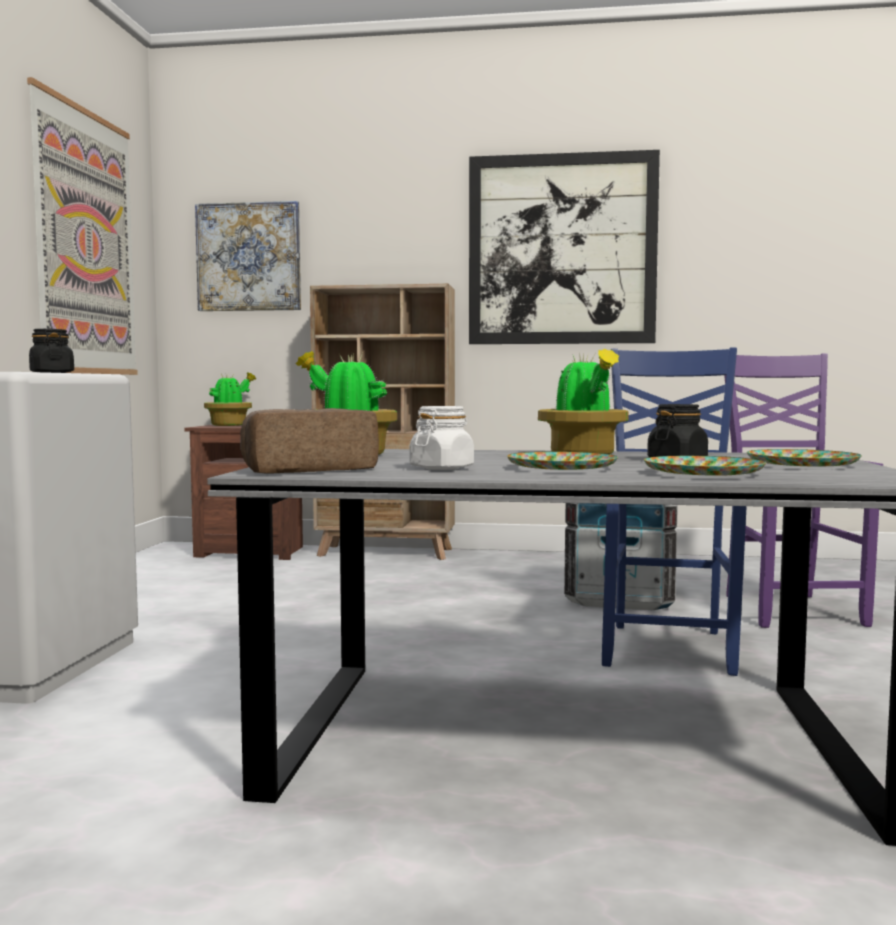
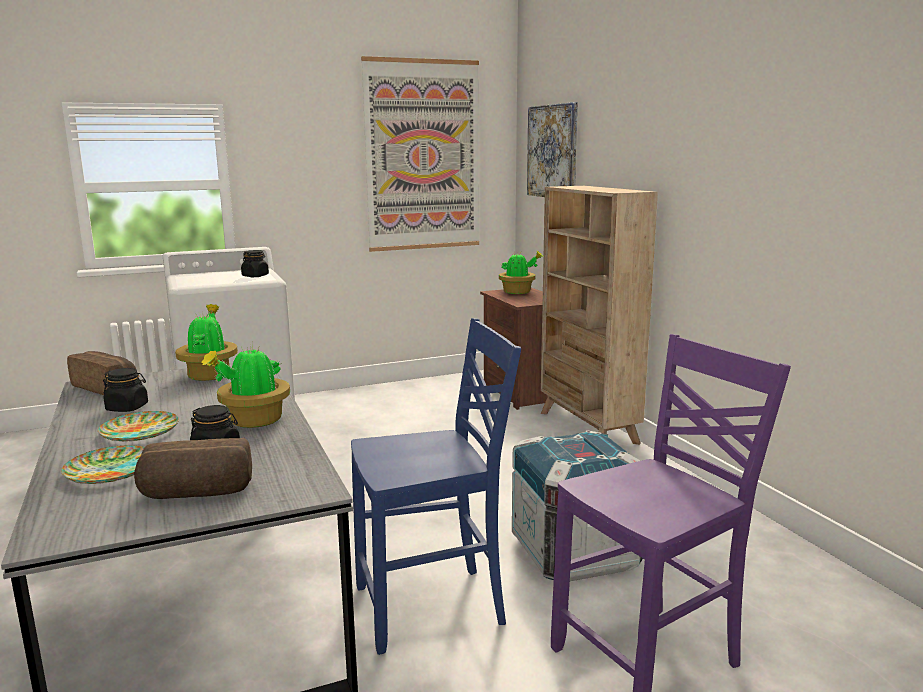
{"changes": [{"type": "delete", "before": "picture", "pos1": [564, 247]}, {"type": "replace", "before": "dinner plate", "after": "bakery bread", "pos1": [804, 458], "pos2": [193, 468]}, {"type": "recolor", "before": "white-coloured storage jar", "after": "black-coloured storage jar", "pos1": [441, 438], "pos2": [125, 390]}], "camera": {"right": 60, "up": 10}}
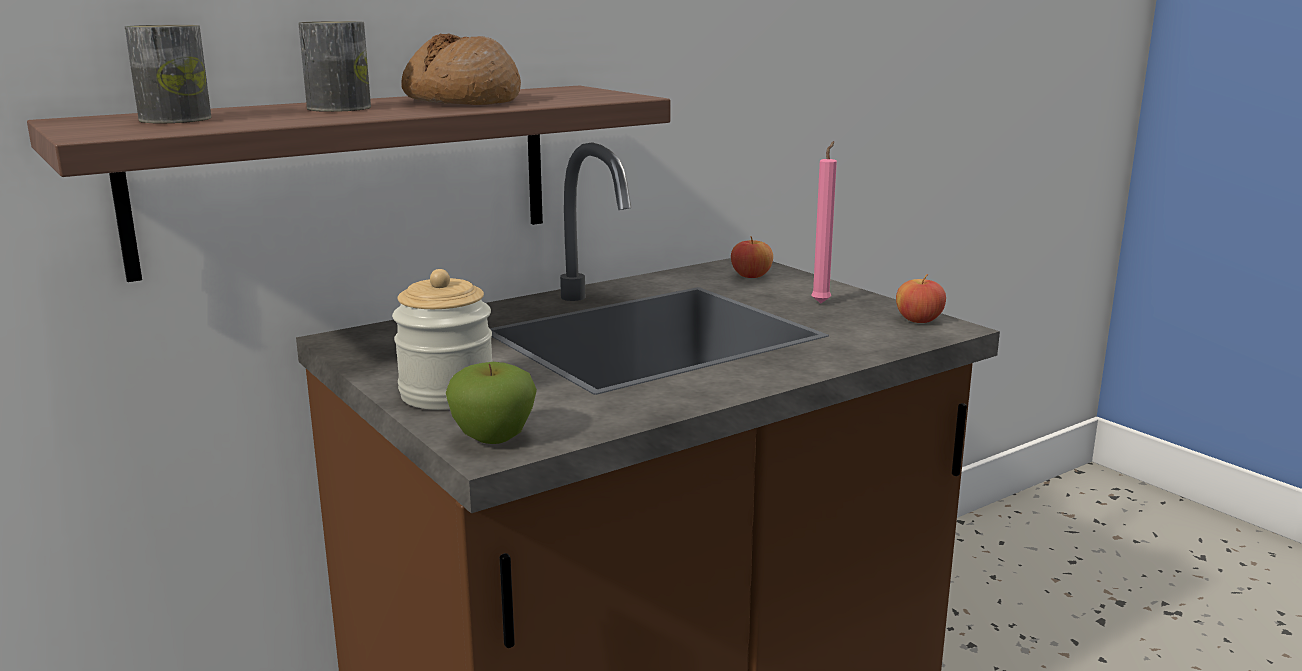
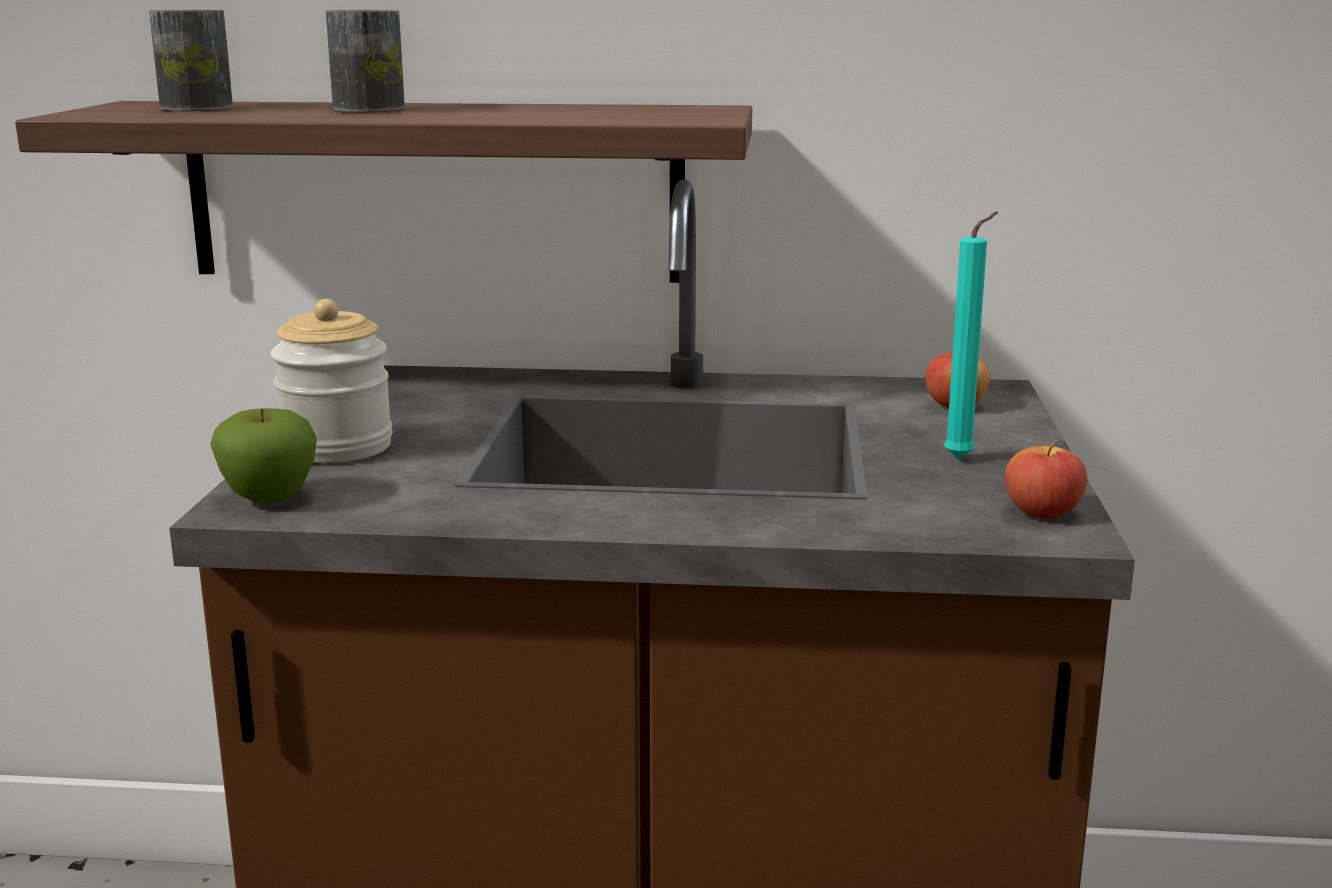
{"changes": [{"type": "delete", "before": "bakery bread", "pos1": [461, 69]}, {"type": "recolor", "before": "pink-coloured wax candle", "after": "turquoise wax candle", "pos1": [824, 222], "pos2": [971, 335]}], "camera": {"right": 40, "up": 0}}
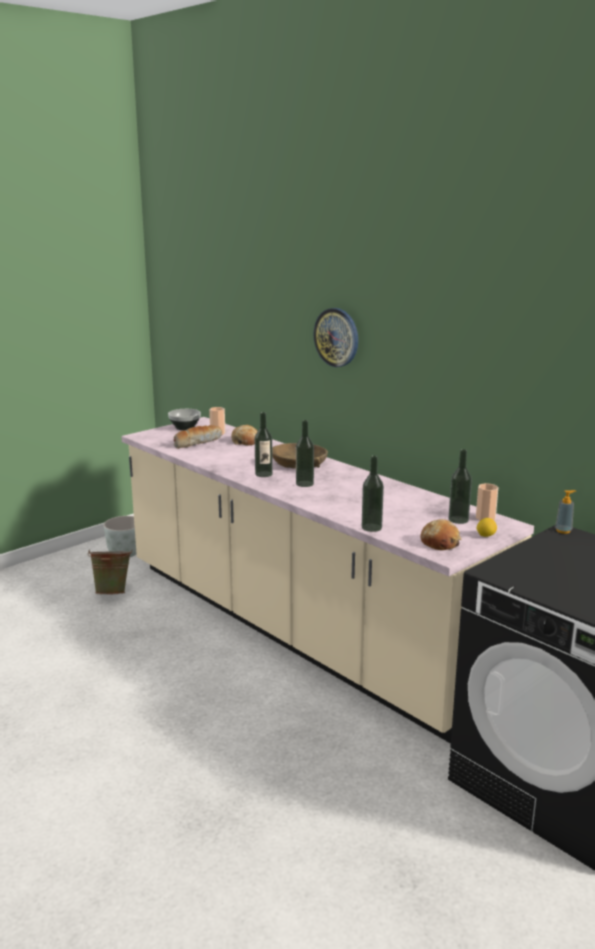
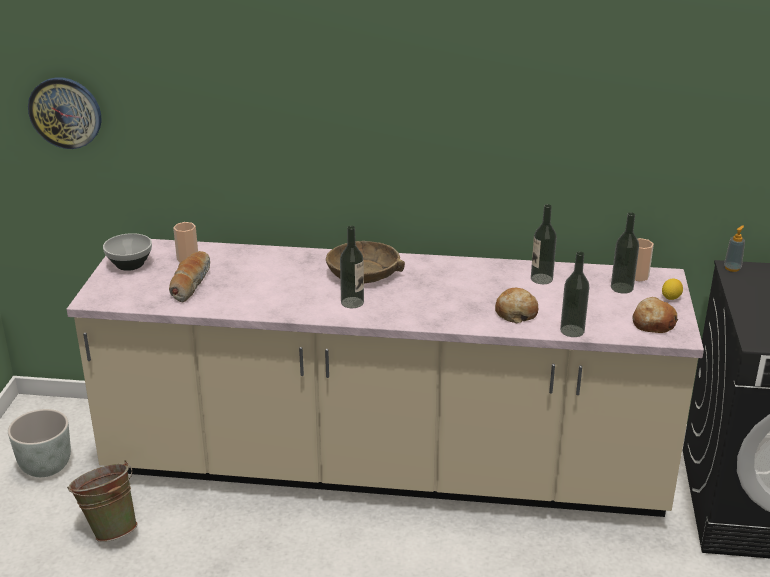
{"changes": [{"type": "move", "before": "bakery bread", "pos1": [244, 435], "pos2": [516, 305]}, {"type": "move", "before": "beverage bottle", "pos1": [305, 453], "pos2": [544, 244]}, {"type": "move", "before": "wall clock", "pos1": [336, 337], "pos2": [64, 113]}], "camera": {"right": -40, "up": 10}}
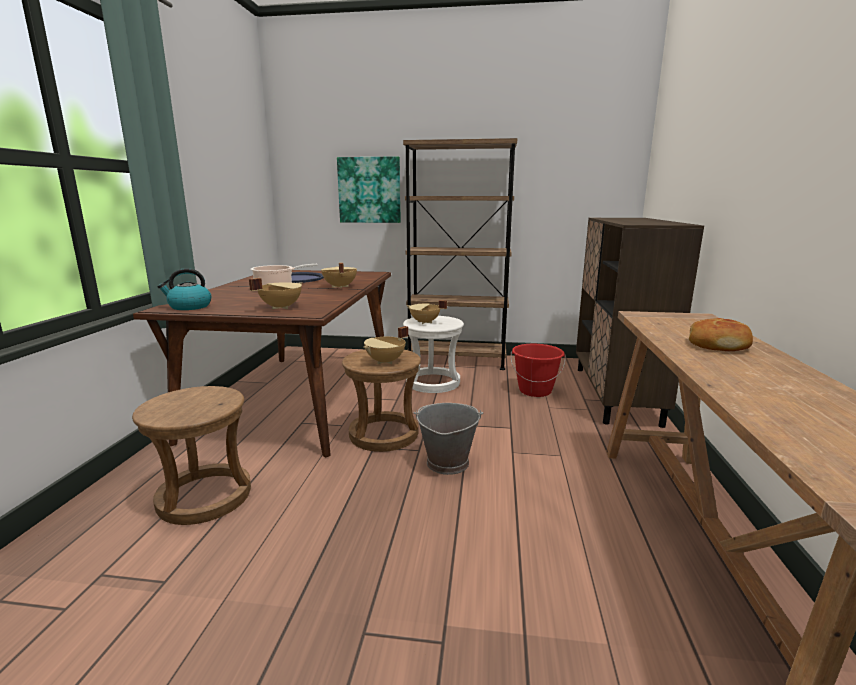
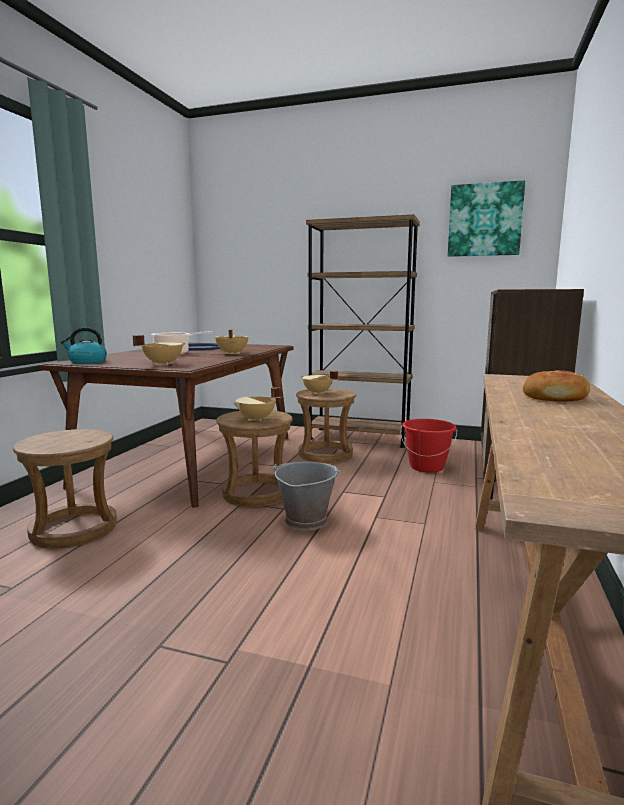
{"changes": [{"type": "move", "before": "picture", "pos1": [369, 189], "pos2": [486, 218]}, {"type": "recolor", "before": "white-coloured sitting stool", "after": "brownish sitting stool", "pos1": [433, 354], "pos2": [326, 425]}], "camera": {"right": 10, "up": -5}}
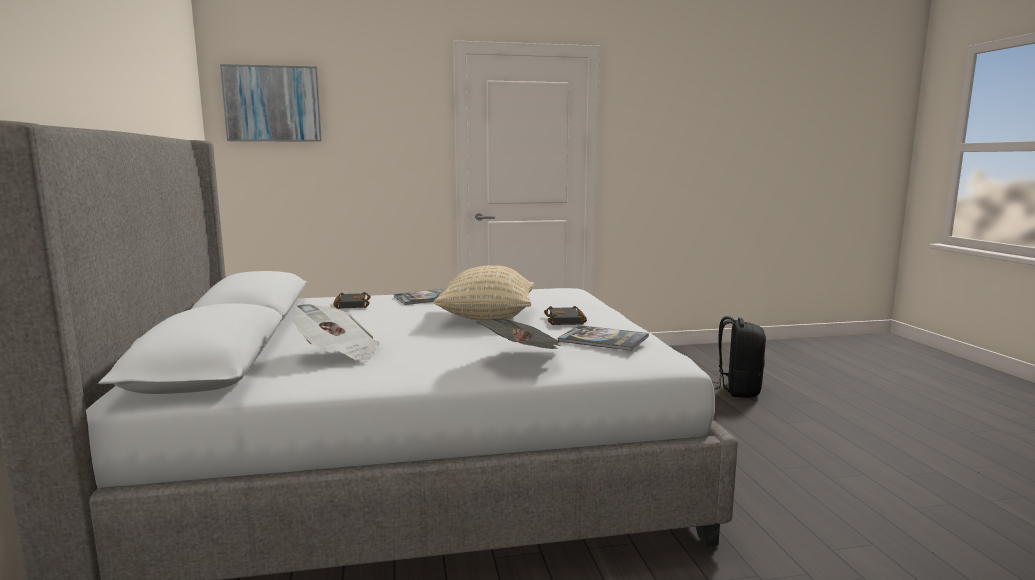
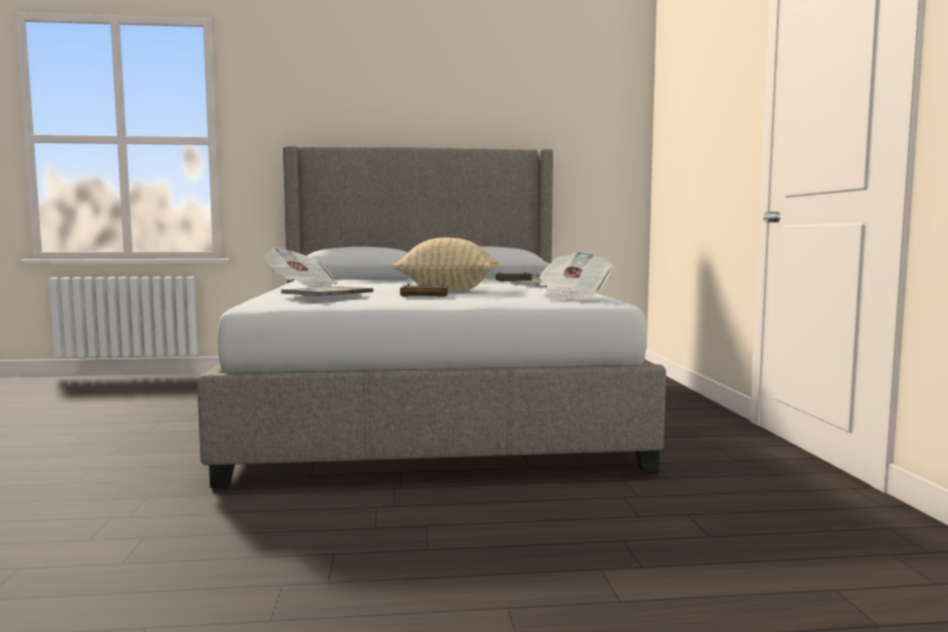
{"changes": [{"type": "delete", "before": "picture", "pos1": [271, 103]}, {"type": "delete", "before": "black-coloured knapsack", "pos1": [739, 357]}, {"type": "move", "before": "printed paper", "pos1": [334, 332], "pos2": [576, 276]}], "camera": {"right": 95, "up": -5}}
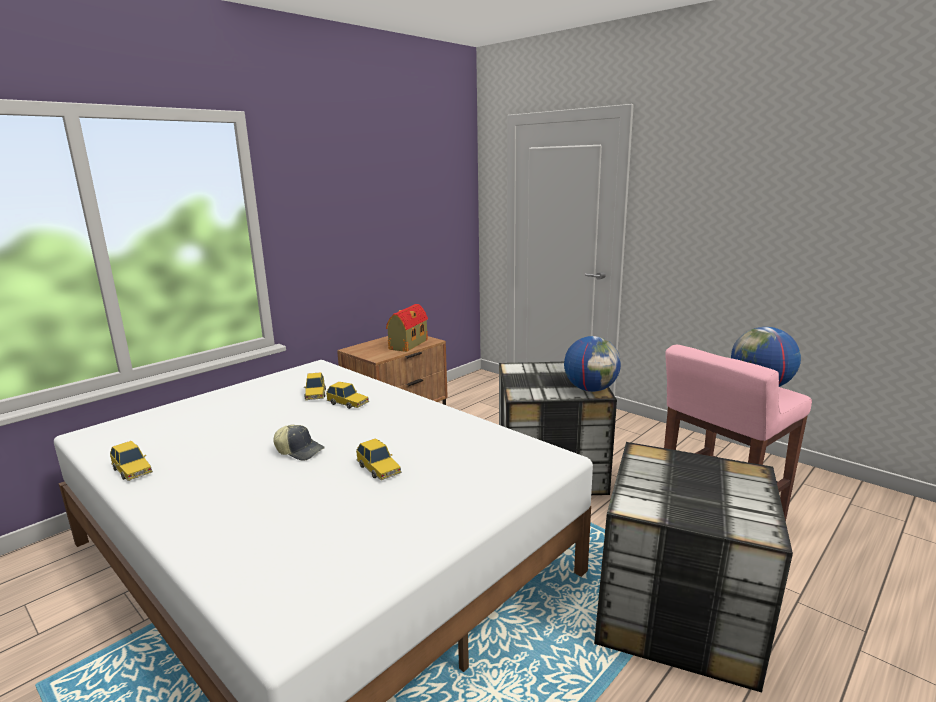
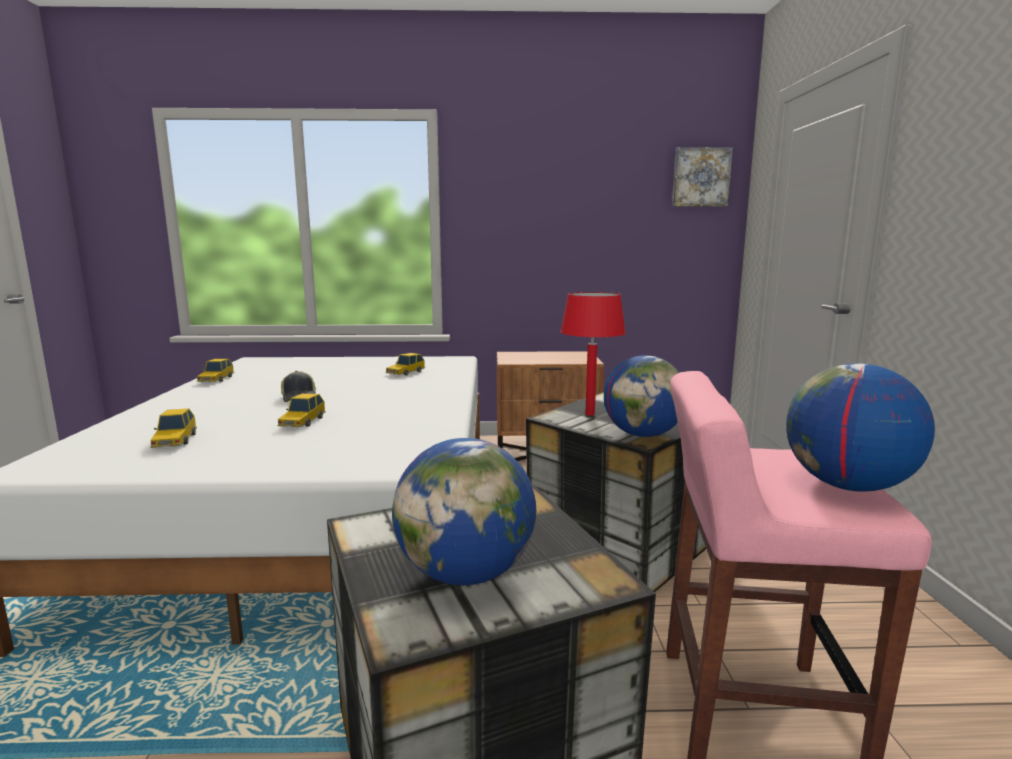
{"changes": [{"type": "delete", "before": "model house", "pos1": [407, 328]}, {"type": "insert", "after": "globe", "pos2": [464, 511]}, {"type": "insert", "after": "red tabletop lamp", "pos2": [593, 354]}, {"type": "insert", "after": "picture", "pos2": [702, 177]}, {"type": "move", "before": "miniature car", "pos1": [347, 395], "pos2": [173, 428]}], "camera": {"right": 45, "up": -5}}
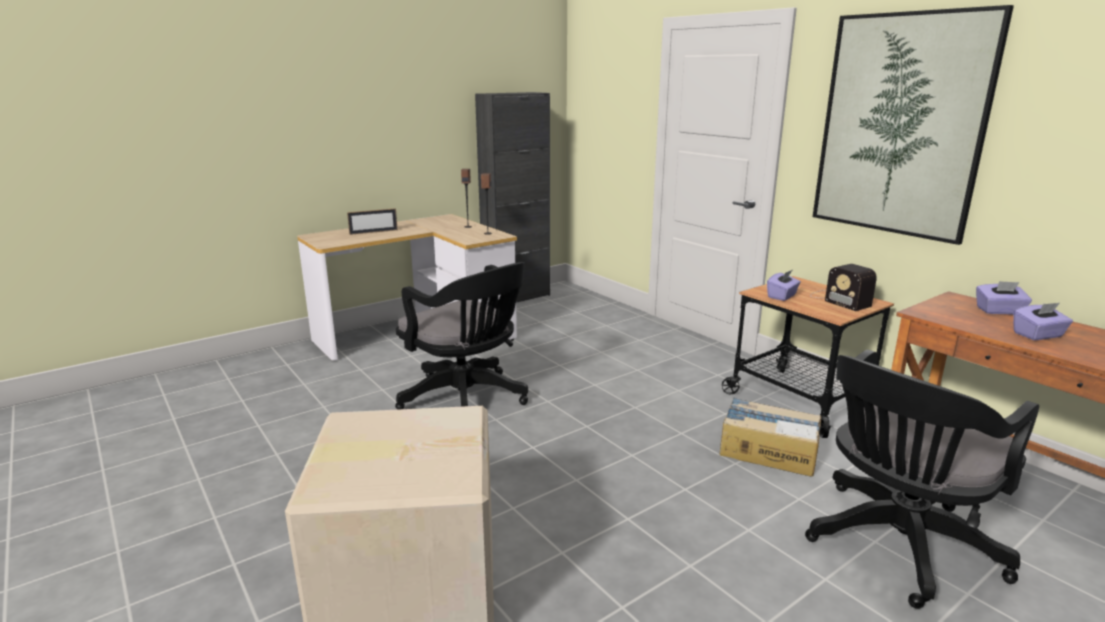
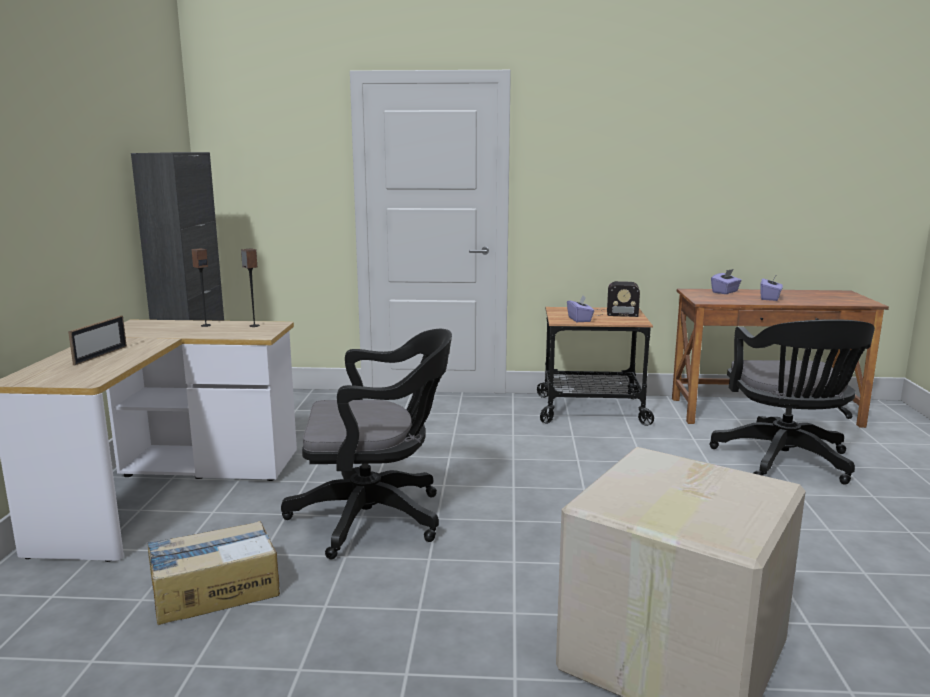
{"changes": [{"type": "delete", "before": "picture", "pos1": [913, 125]}, {"type": "move", "before": "cardboard box", "pos1": [771, 437], "pos2": [214, 573]}], "camera": {"right": -50, "up": -5}}
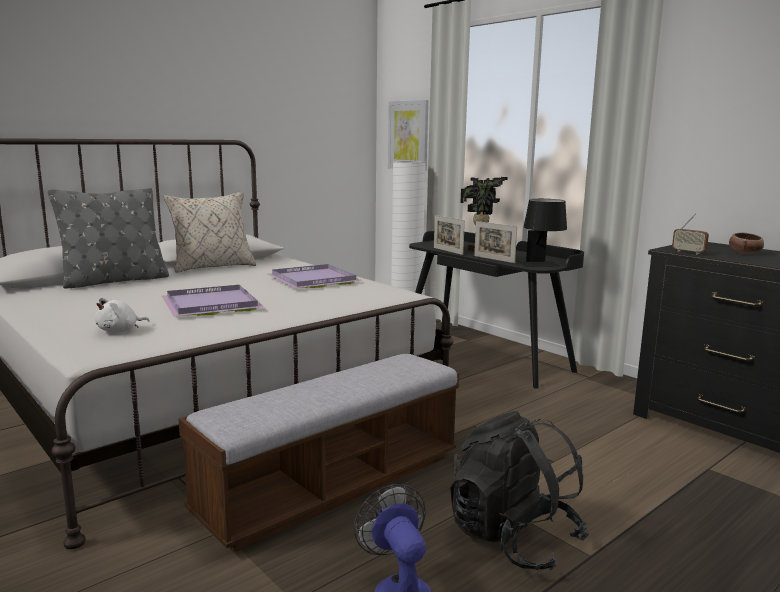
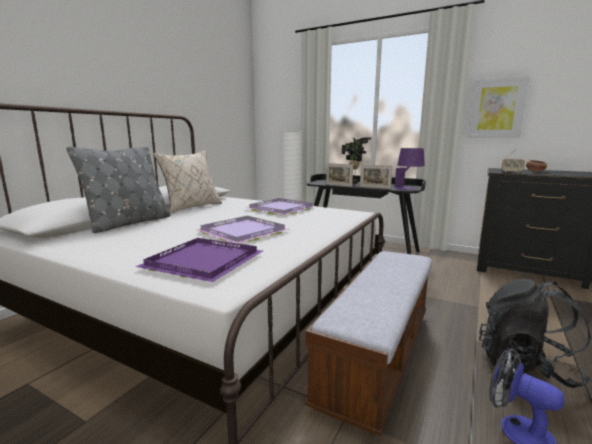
{"changes": [{"type": "move", "before": "picture", "pos1": [408, 135], "pos2": [498, 107]}, {"type": "replace", "before": "white-coloured plush toy", "after": "purple tray", "pos1": [122, 315], "pos2": [199, 260]}, {"type": "recolor", "before": "black-coloured tabletop lamp", "after": "purple tabletop lamp", "pos1": [543, 232], "pos2": [409, 169]}], "camera": {"right": -20, "up": 0}}
